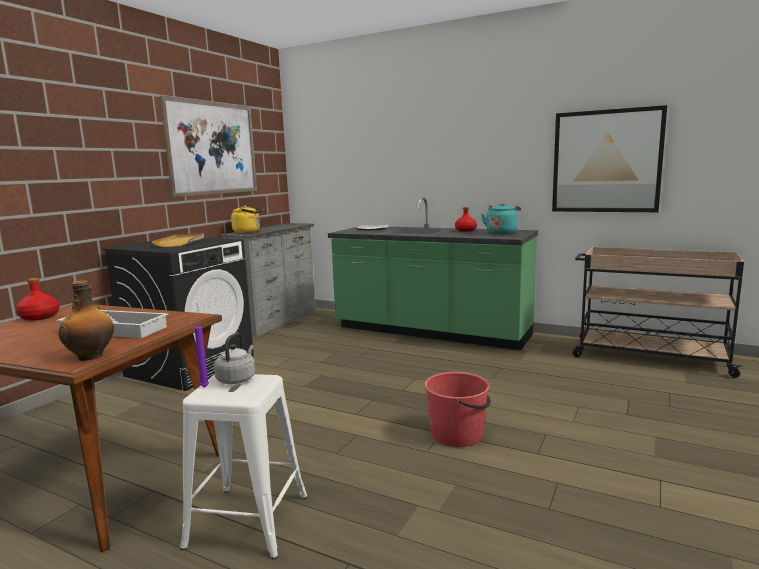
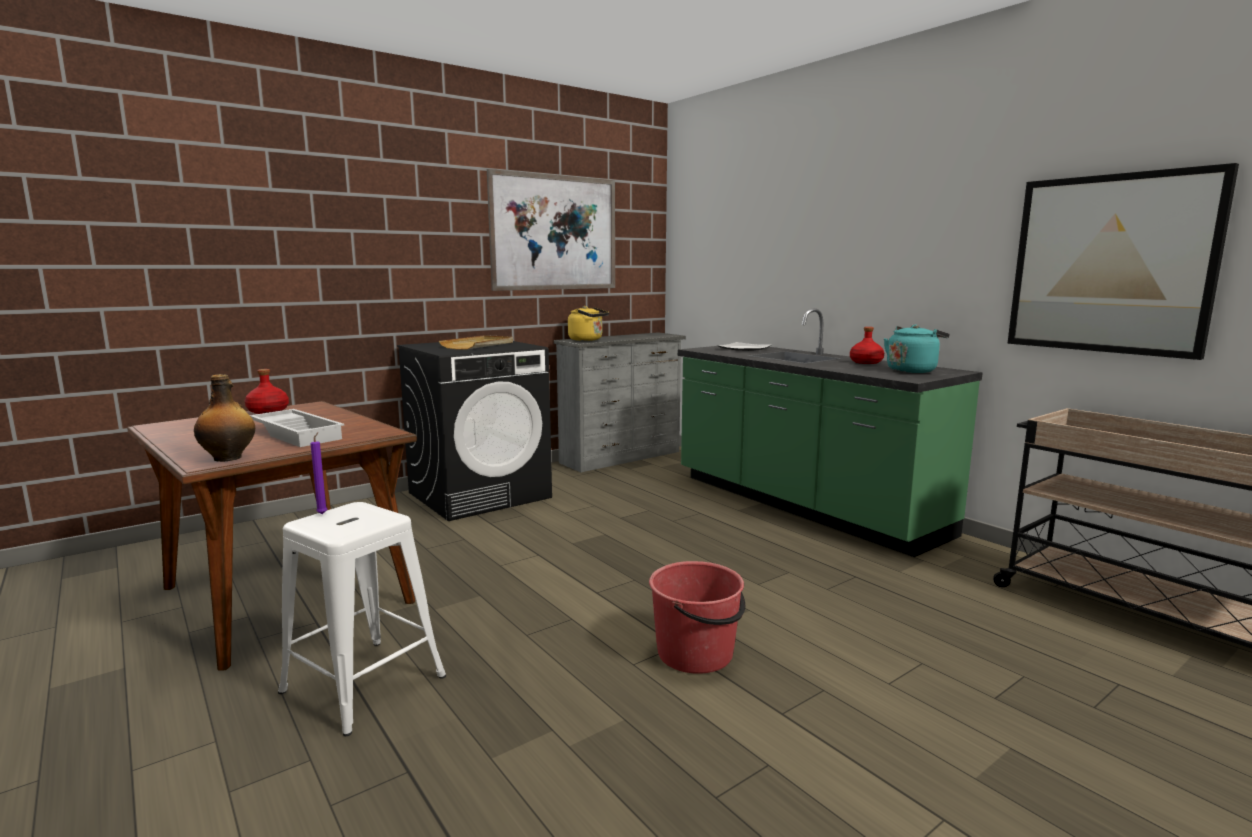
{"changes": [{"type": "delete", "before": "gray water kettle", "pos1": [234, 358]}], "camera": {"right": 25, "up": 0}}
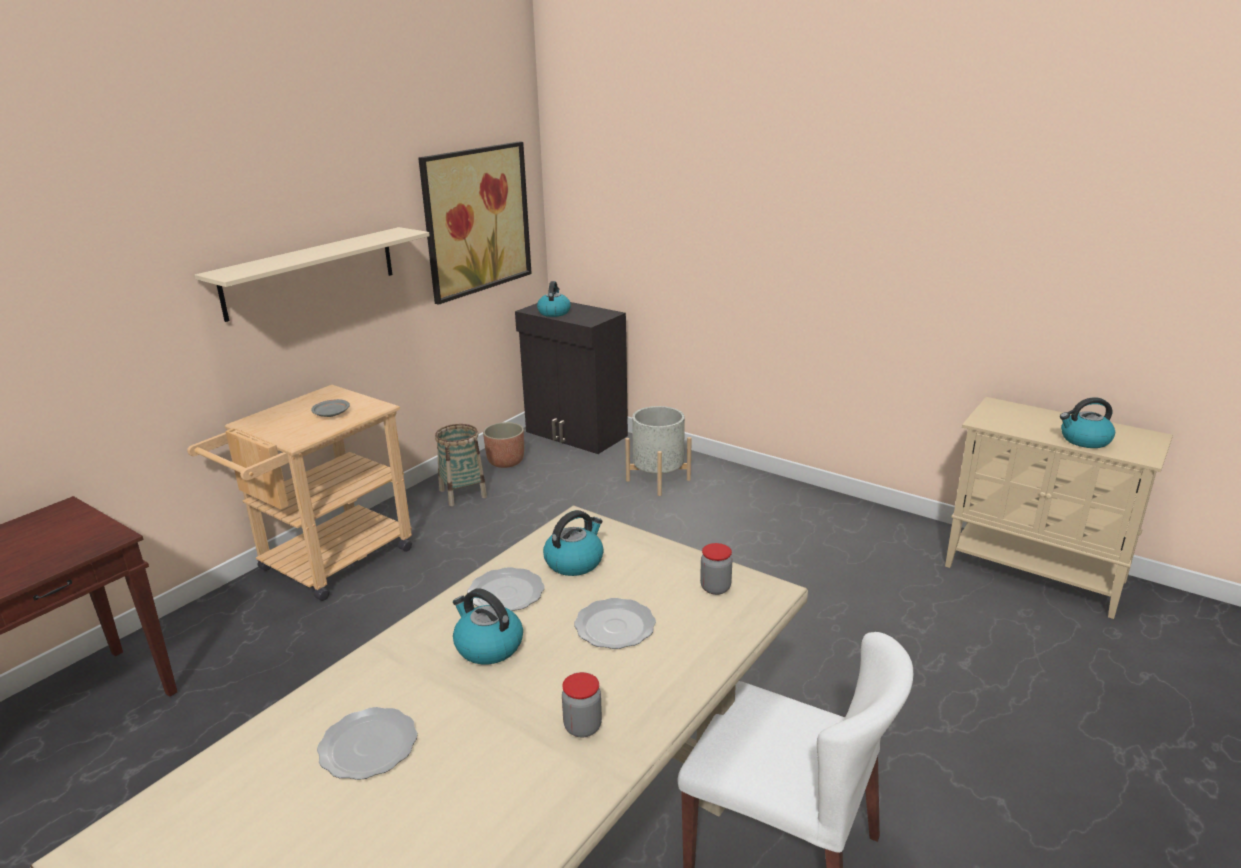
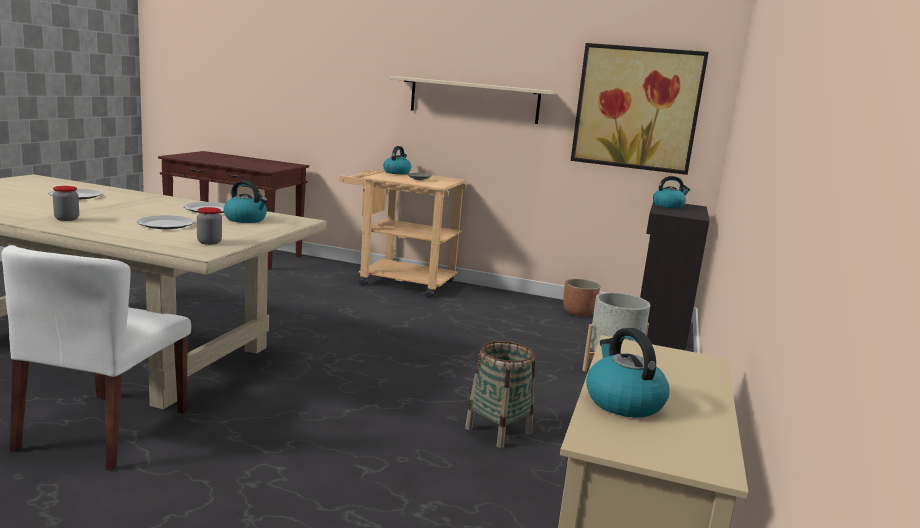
{"changes": [{"type": "move", "before": "household basket", "pos1": [461, 465], "pos2": [500, 394]}, {"type": "move", "before": "water kettle", "pos1": [488, 626], "pos2": [397, 160]}], "camera": {"right": 70, "up": -10}}
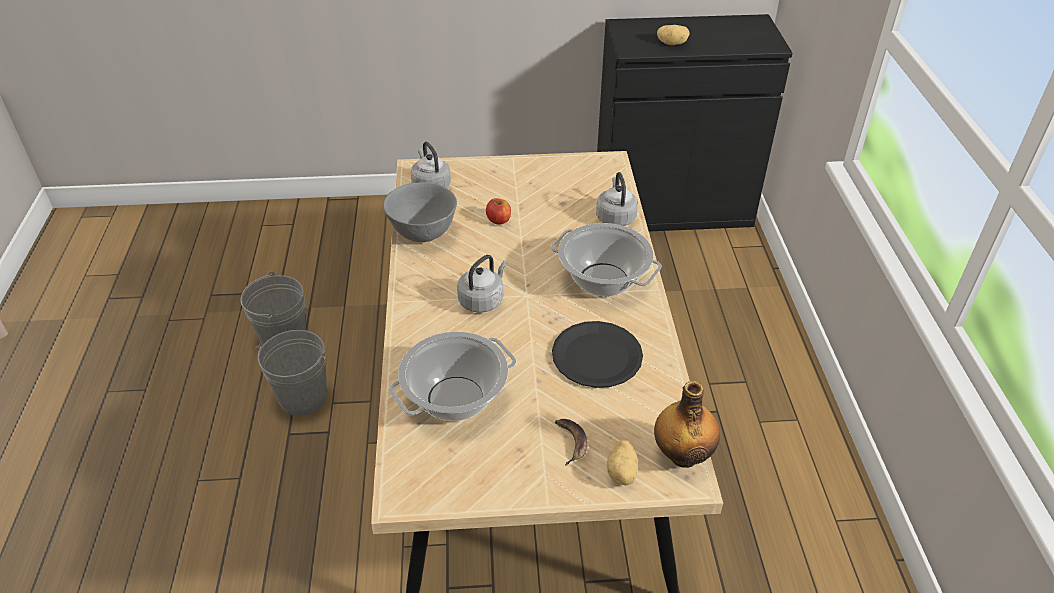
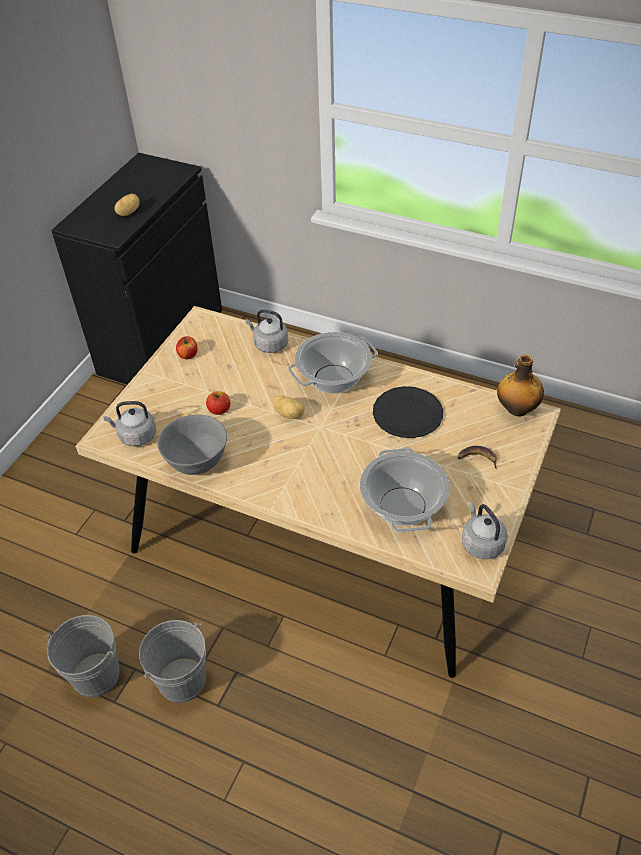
{"changes": [{"type": "insert", "after": "apple fruit", "pos2": [187, 347]}, {"type": "move", "before": "gray water kettle", "pos1": [482, 284], "pos2": [484, 530]}, {"type": "move", "before": "spud", "pos1": [622, 462], "pos2": [289, 407]}], "camera": {"right": -60, "up": 5}}
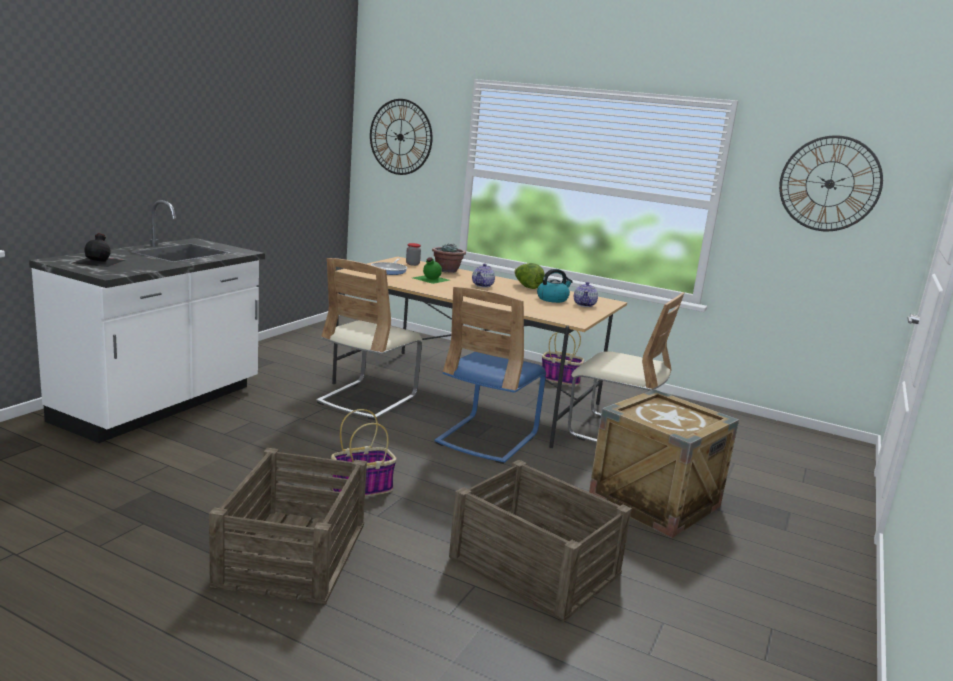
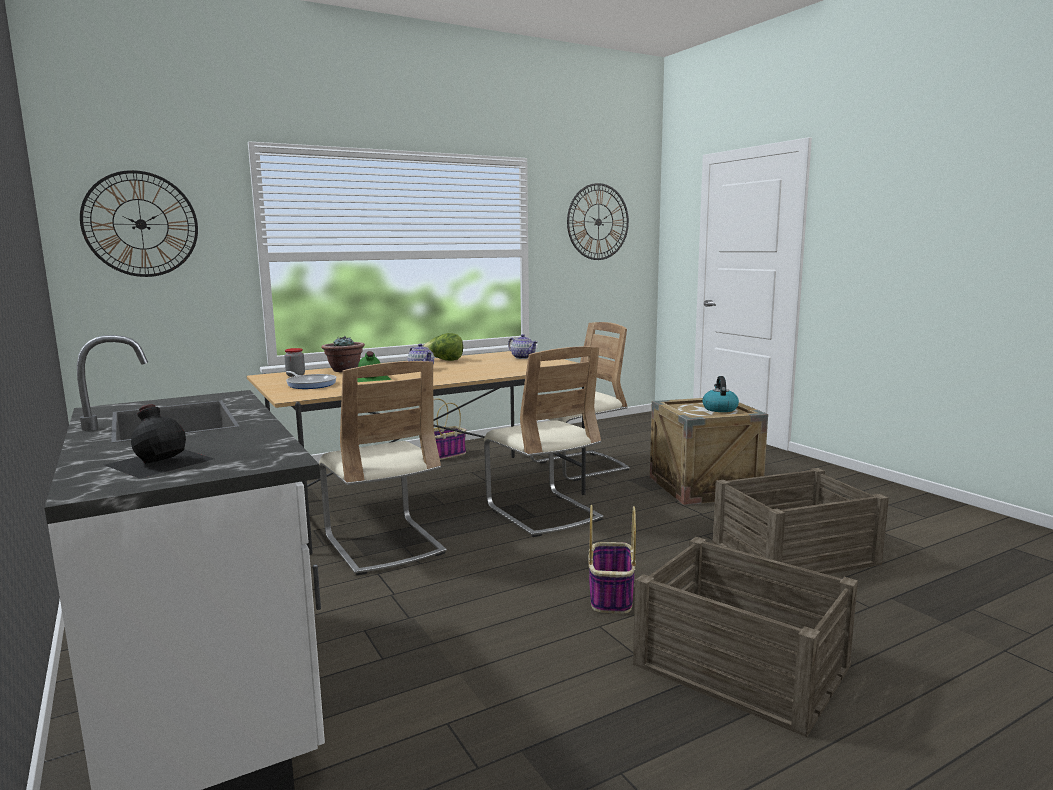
{"changes": [{"type": "move", "before": "water kettle", "pos1": [555, 286], "pos2": [720, 394]}, {"type": "recolor", "before": "blue plain chair", "after": "sand-coloured plain chair", "pos1": [490, 375], "pos2": [544, 442]}], "camera": {"right": -55, "up": -5}}
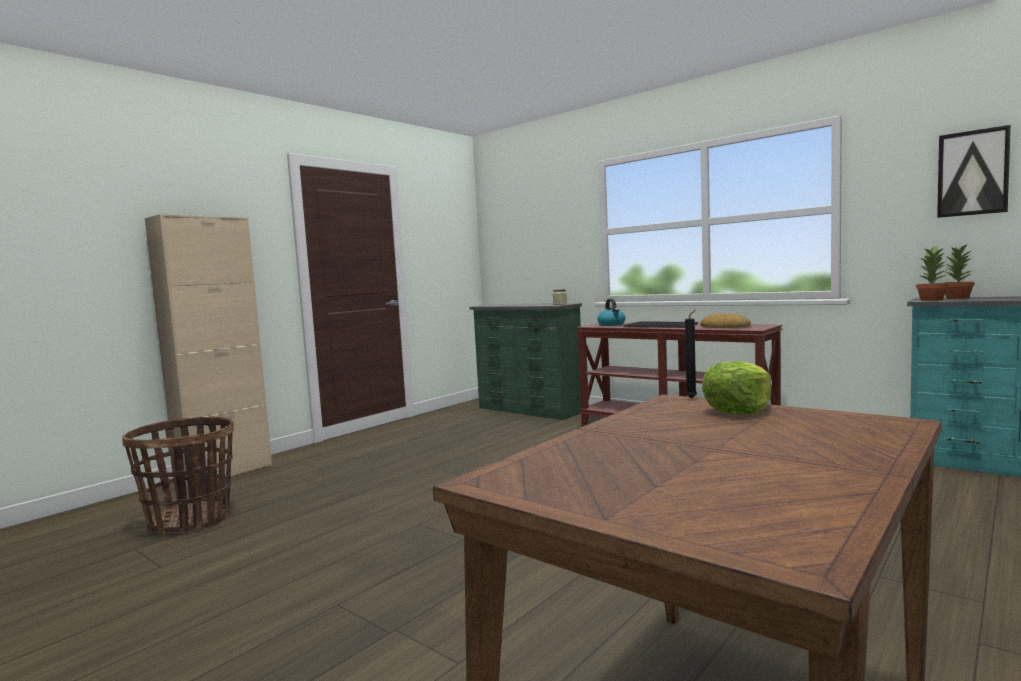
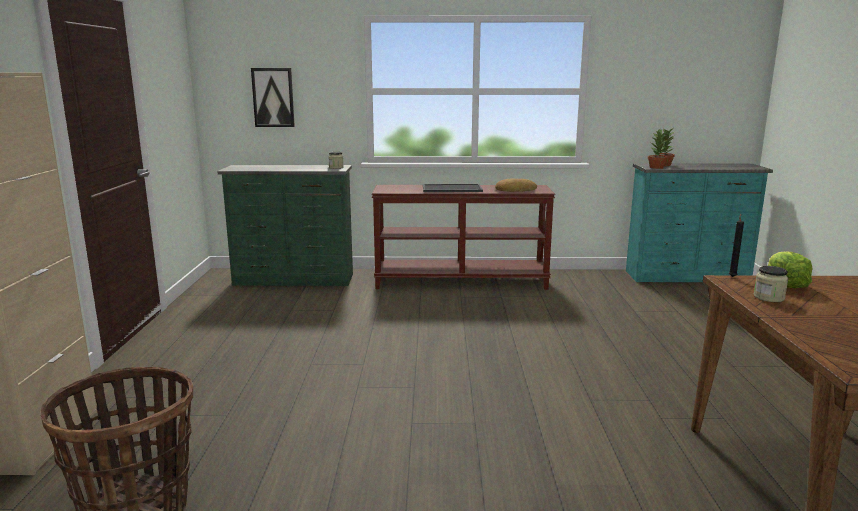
{"changes": [{"type": "delete", "before": "water kettle", "pos1": [611, 312]}, {"type": "insert", "after": "storage jar", "pos2": [771, 284]}, {"type": "move", "before": "picture", "pos1": [974, 171], "pos2": [273, 97]}], "camera": {"right": -40, "up": 10}}
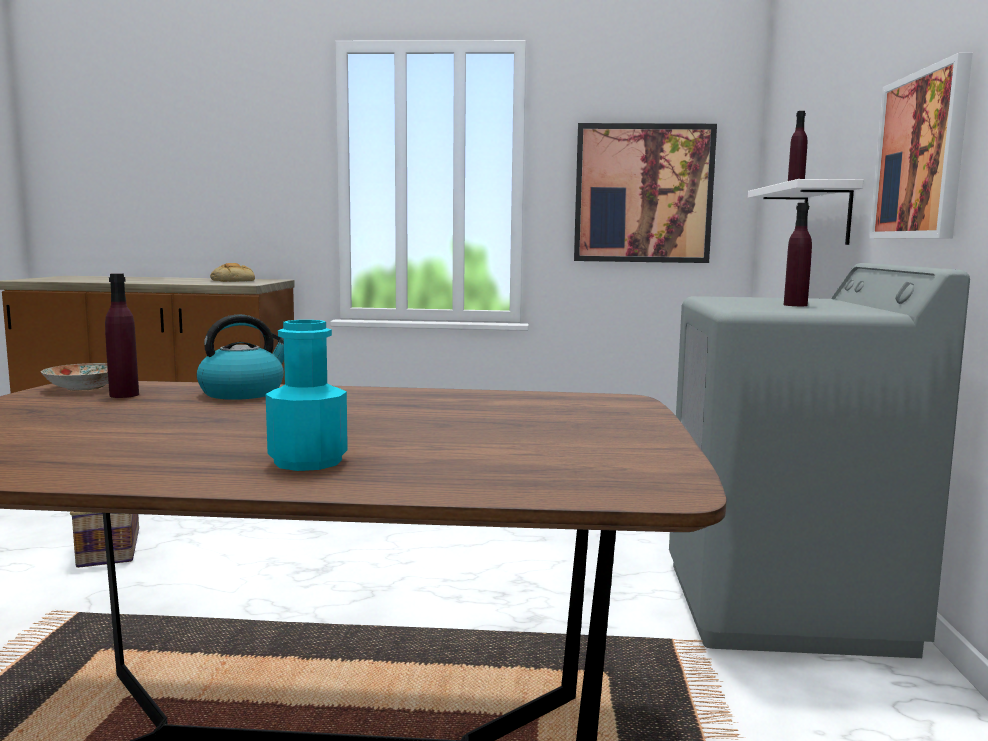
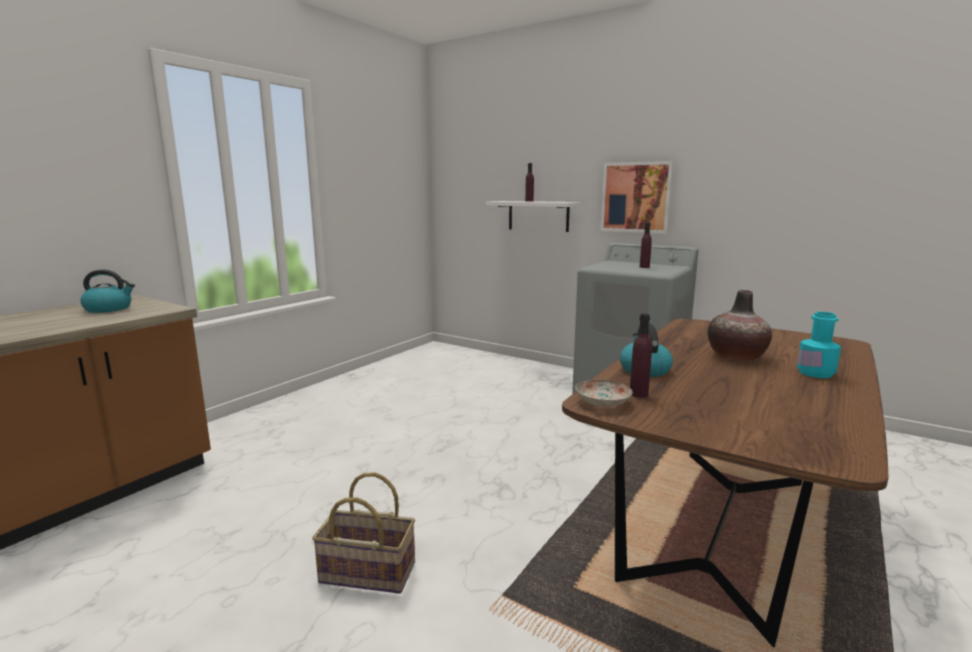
{"changes": [{"type": "delete", "before": "picture", "pos1": [645, 193]}, {"type": "insert", "after": "vase", "pos2": [739, 325]}, {"type": "replace", "before": "bakery bread", "after": "water kettle", "pos1": [232, 272], "pos2": [107, 291]}], "camera": {"right": -60, "up": 5}}
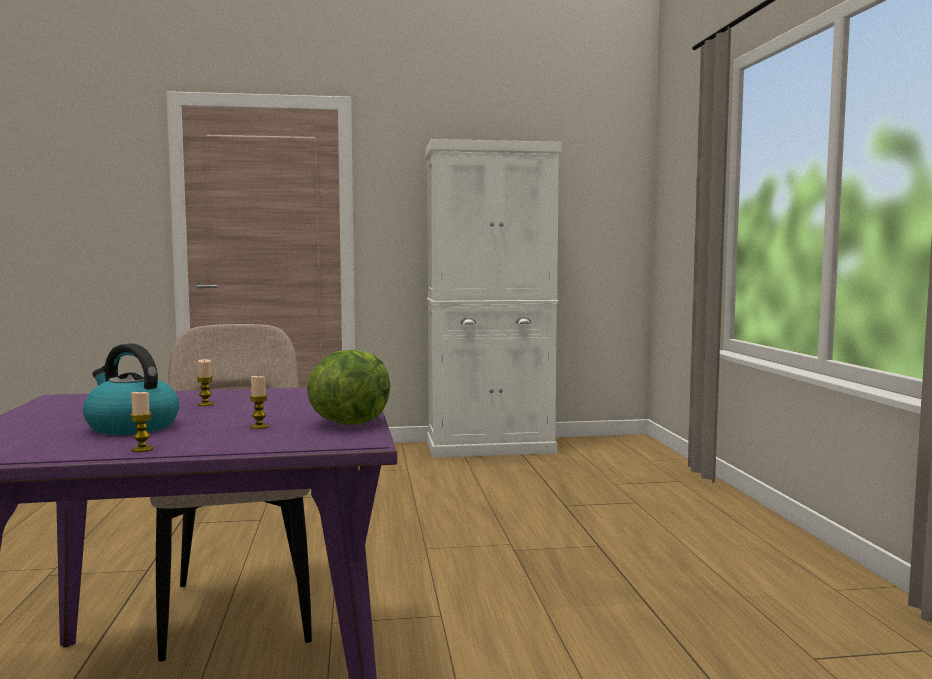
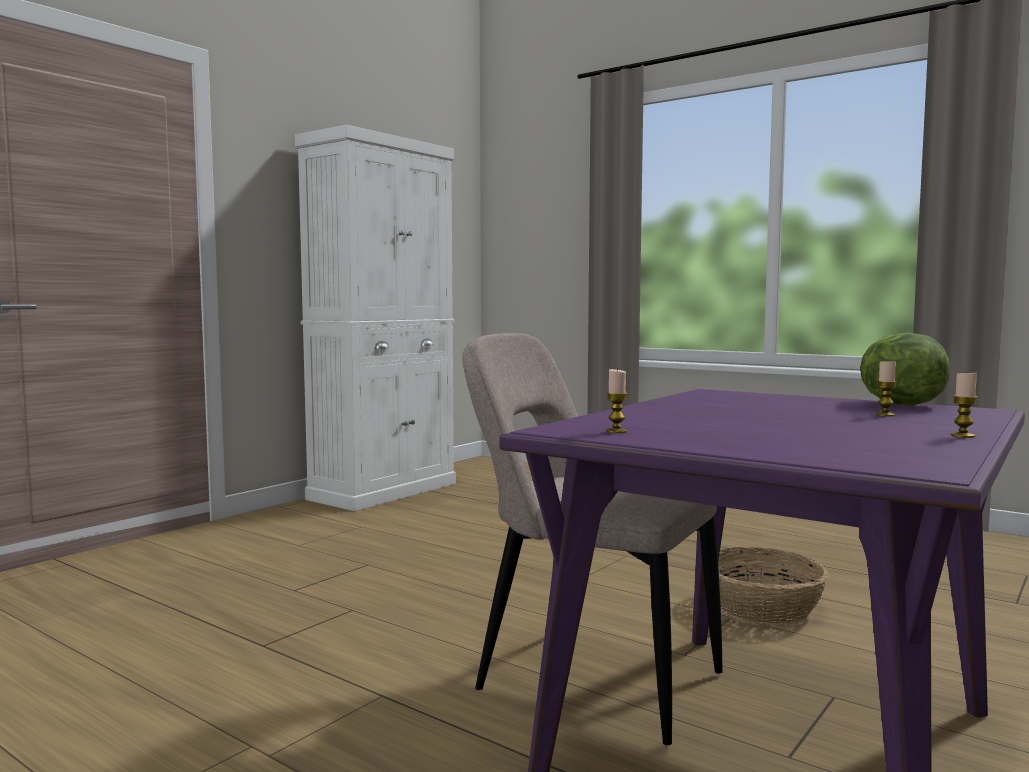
{"changes": [{"type": "delete", "before": "water kettle", "pos1": [131, 389]}, {"type": "insert", "after": "household basket", "pos2": [773, 586]}, {"type": "move", "before": "wax candle", "pos1": [205, 382], "pos2": [617, 401]}], "camera": {"right": -45, "up": 0}}
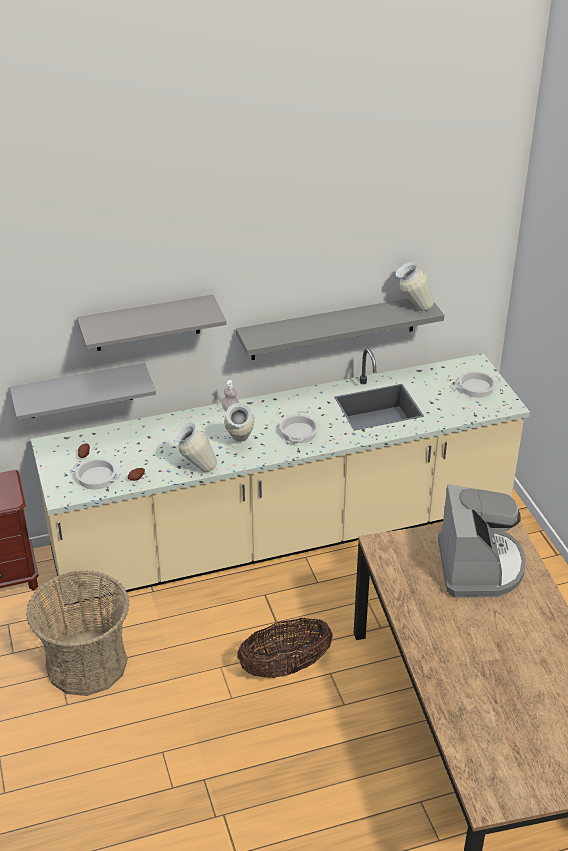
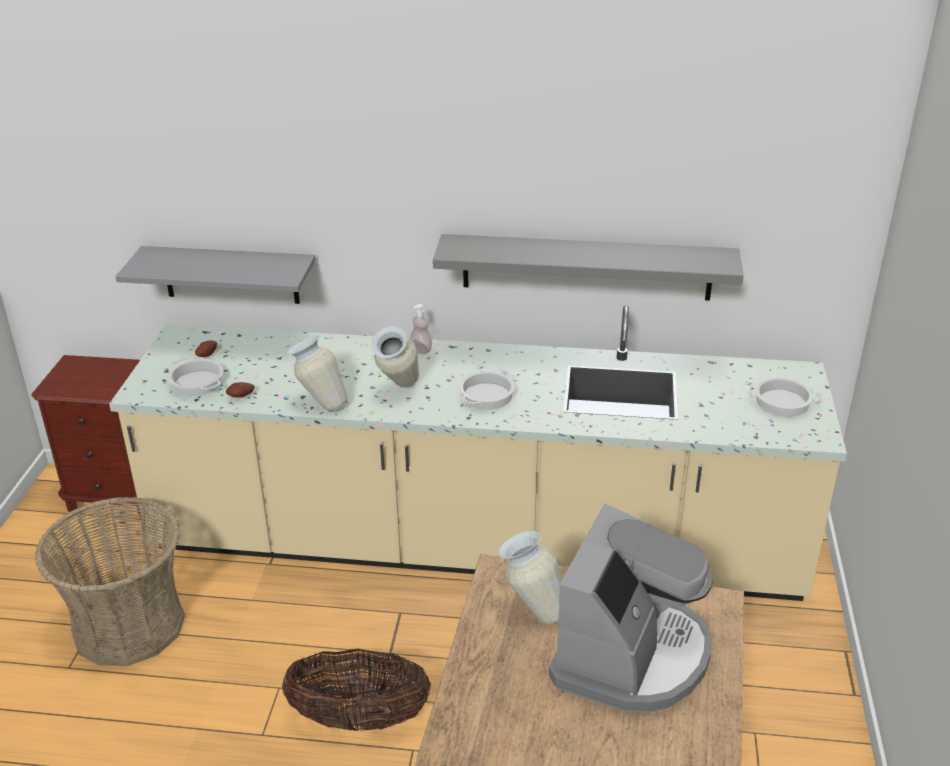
{"changes": [{"type": "delete", "before": "gray shelf", "pos1": [152, 323]}, {"type": "move", "before": "vase", "pos1": [414, 286], "pos2": [530, 577]}], "camera": {"right": 25, "up": -5}}
